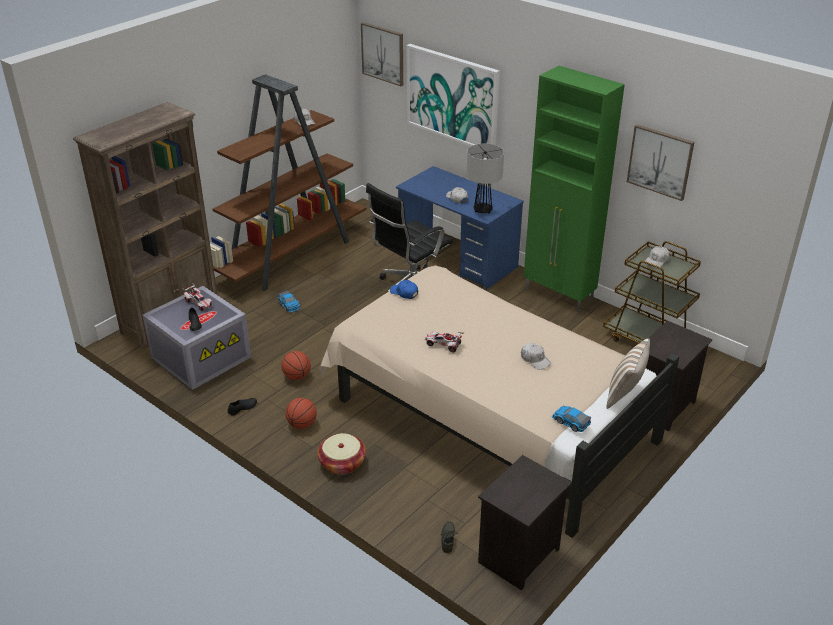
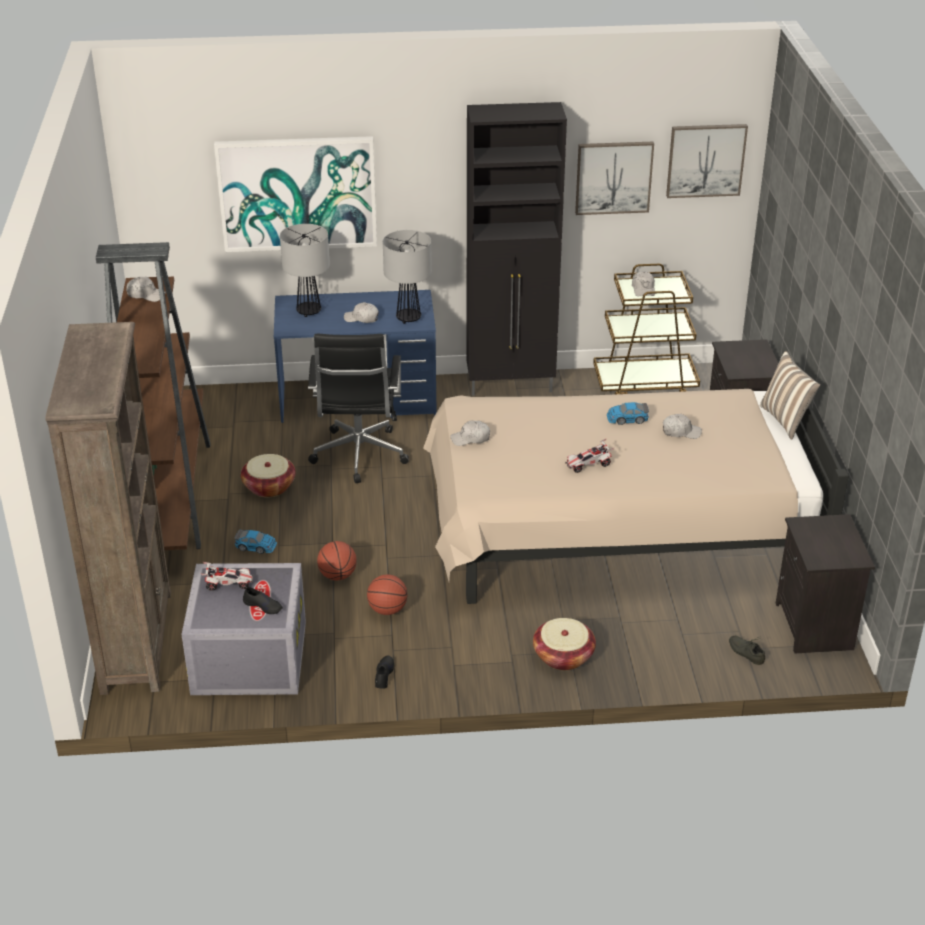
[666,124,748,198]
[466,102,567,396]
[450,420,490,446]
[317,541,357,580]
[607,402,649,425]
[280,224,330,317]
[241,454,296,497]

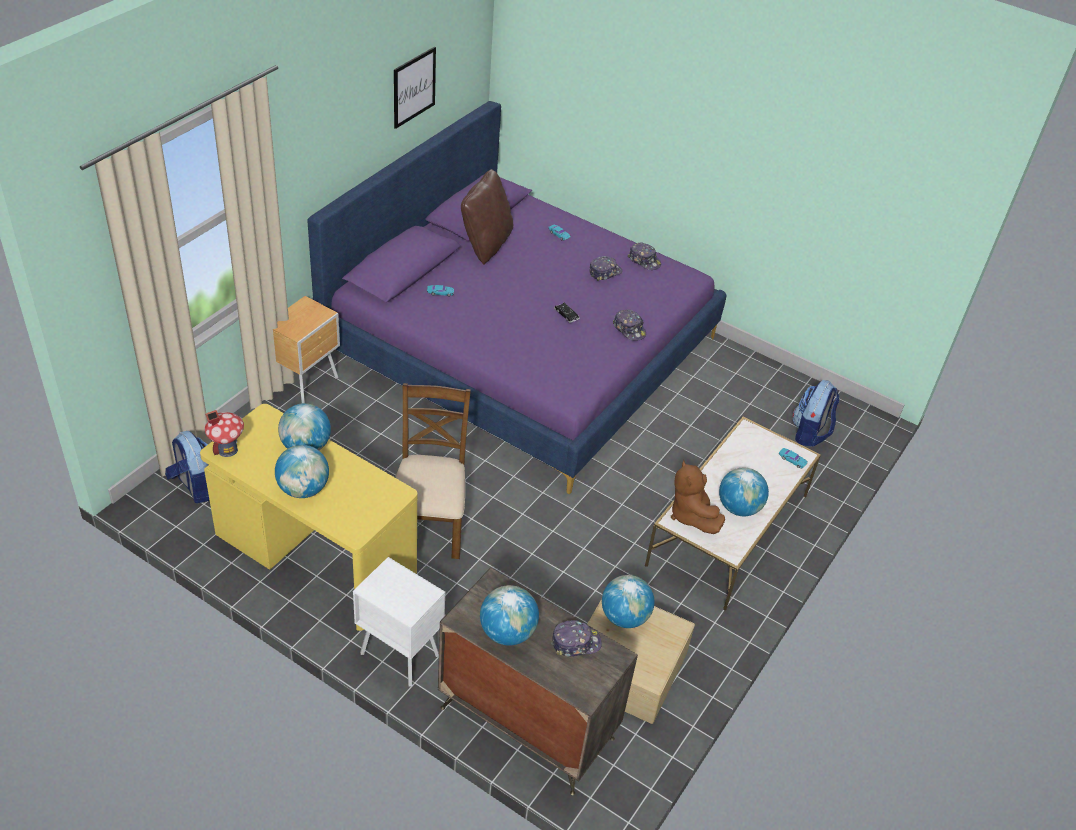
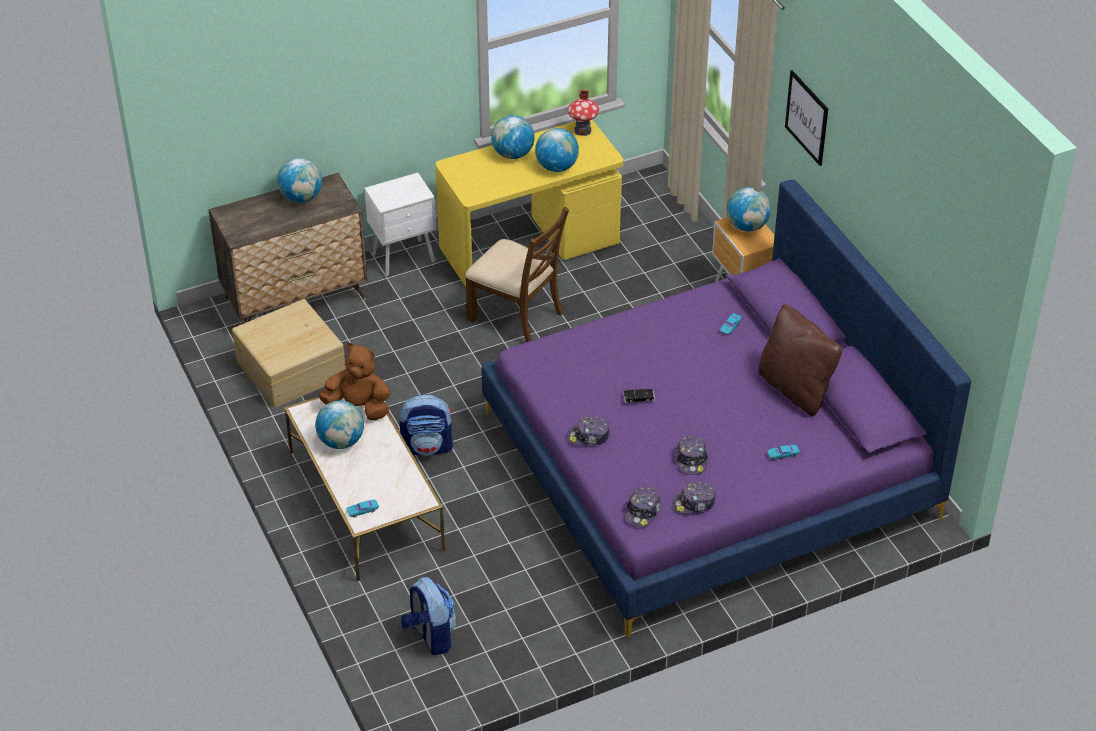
[785,70,828,166]
[400,394,453,456]
[727,187,771,231]
[626,487,661,527]

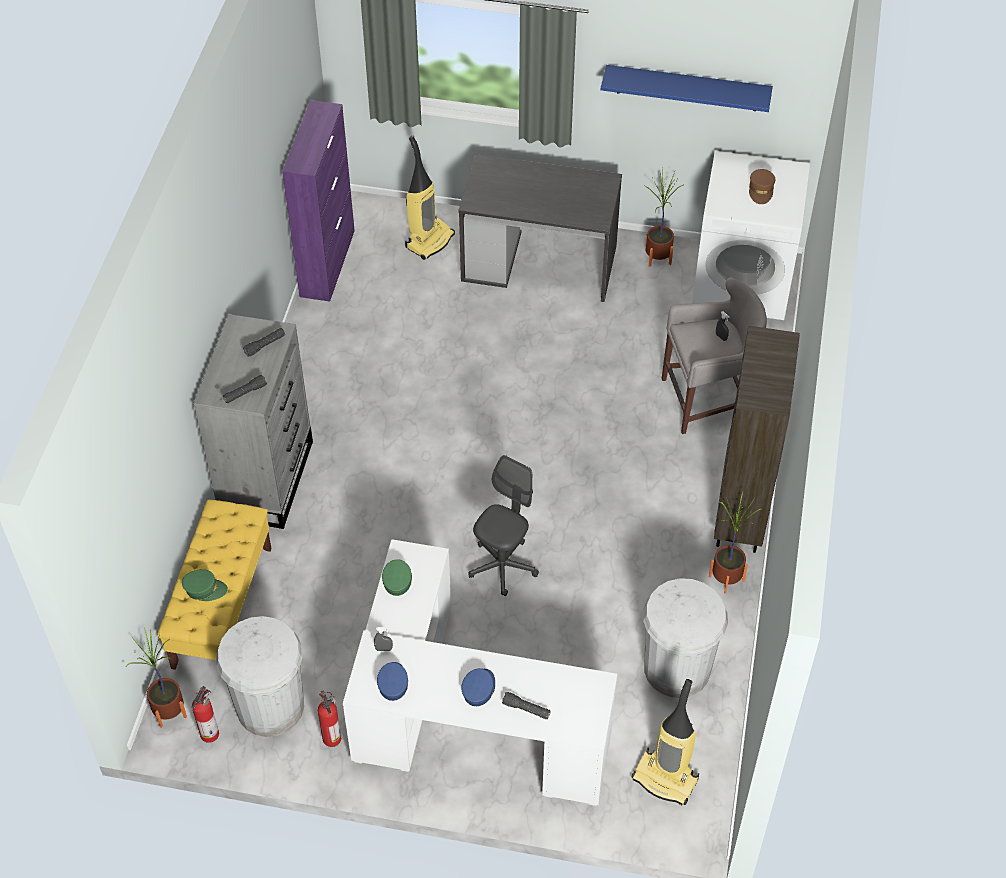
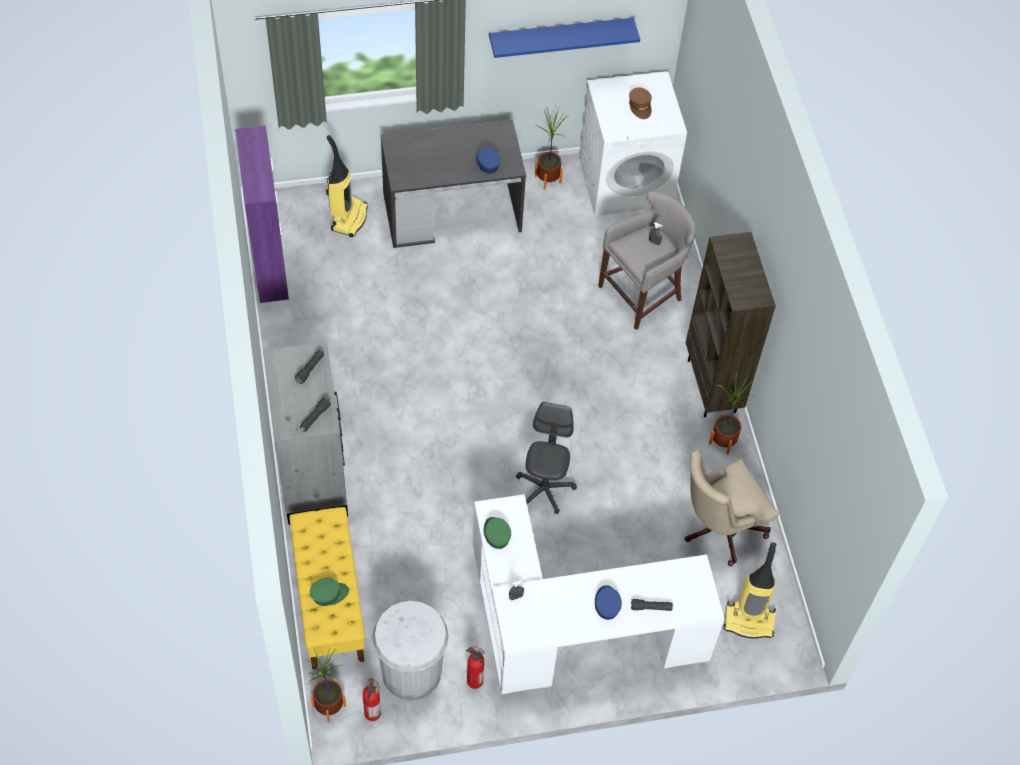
[685,450,779,566]
[476,147,500,173]

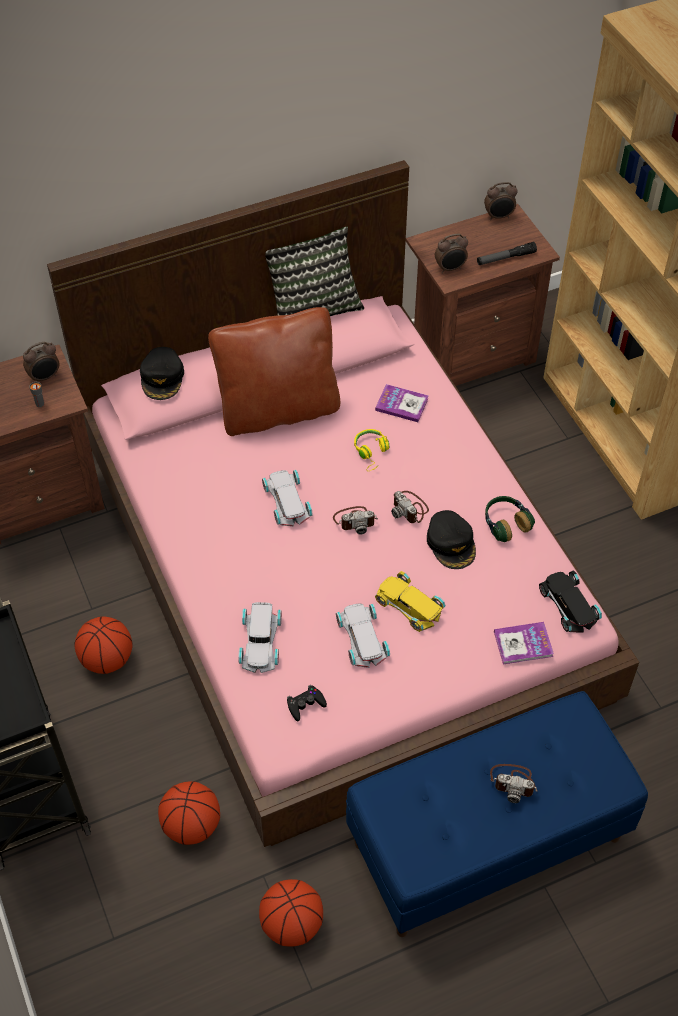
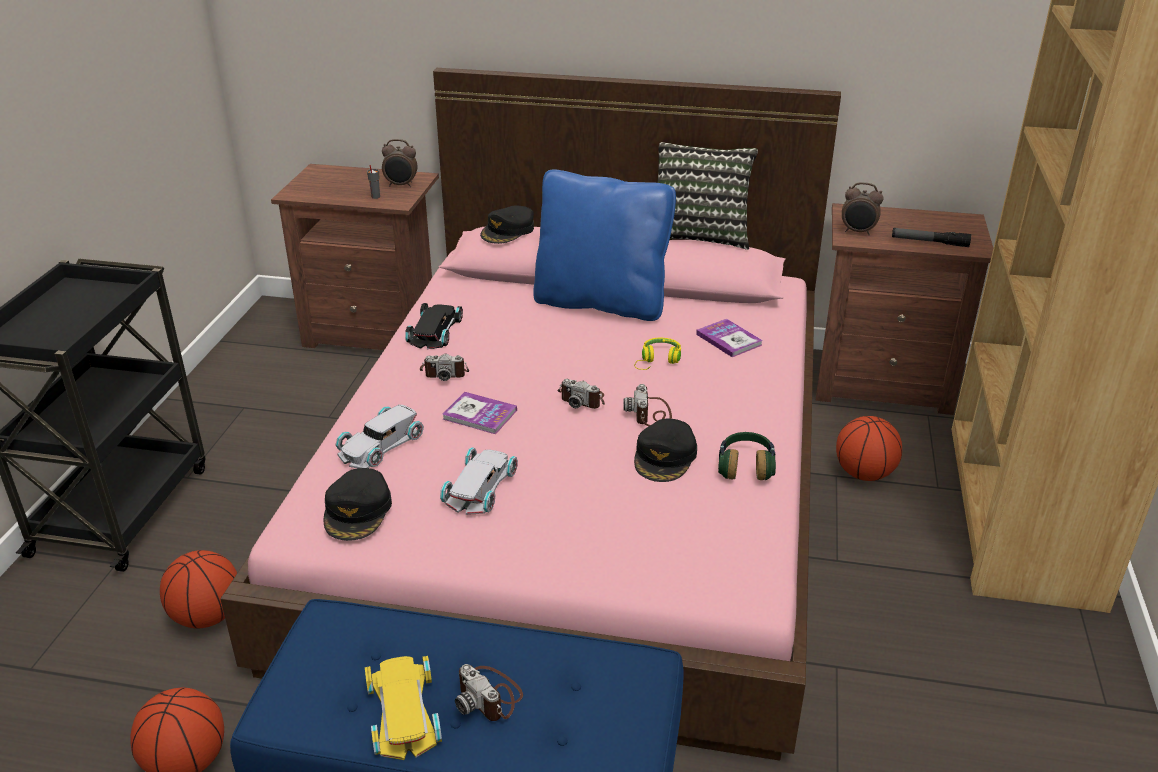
[484,182,518,220] (first image)
[533,170,676,321]
[262,470,313,527] (first image)
[405,303,463,349]
[365,656,442,760]
[836,416,902,481]
[442,392,517,434]
[323,468,392,541]
[420,354,469,381]

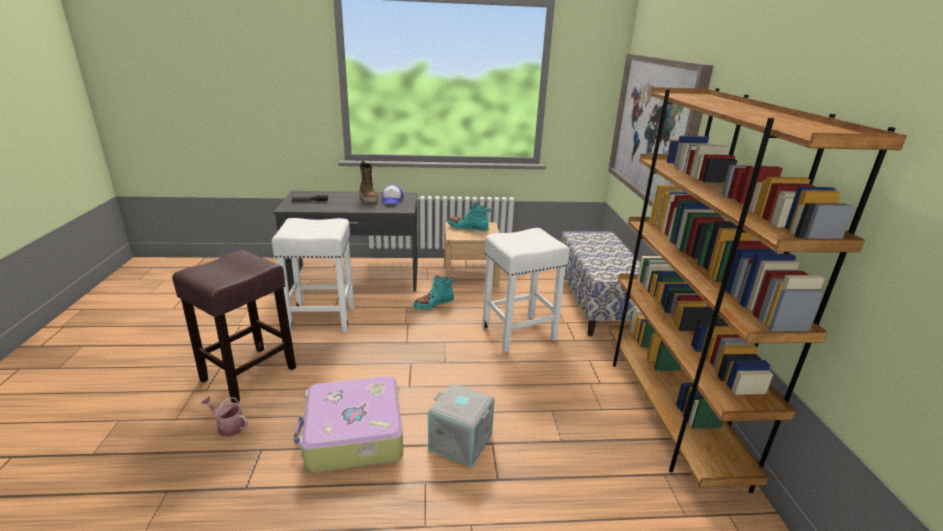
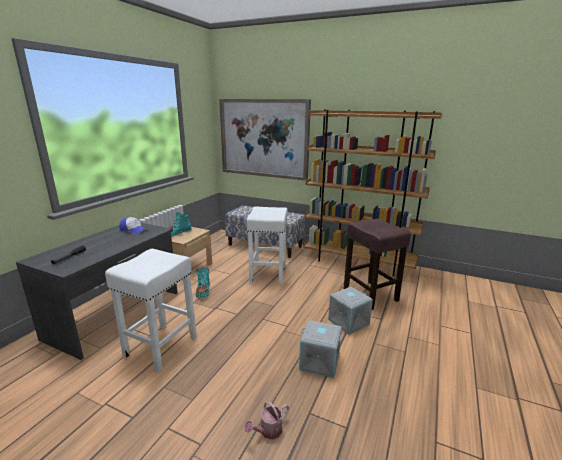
[359,161,378,203] (first image)
[344,219,411,310]
[299,320,342,378]

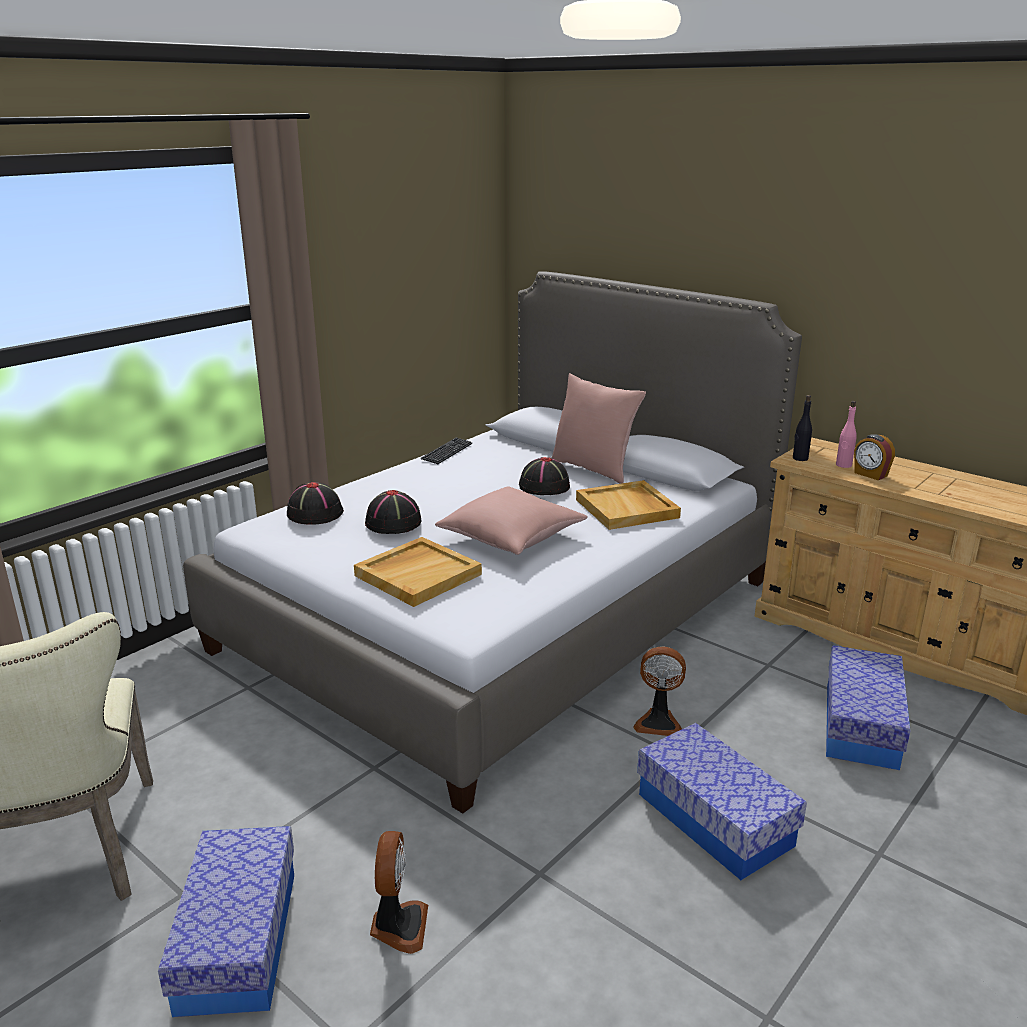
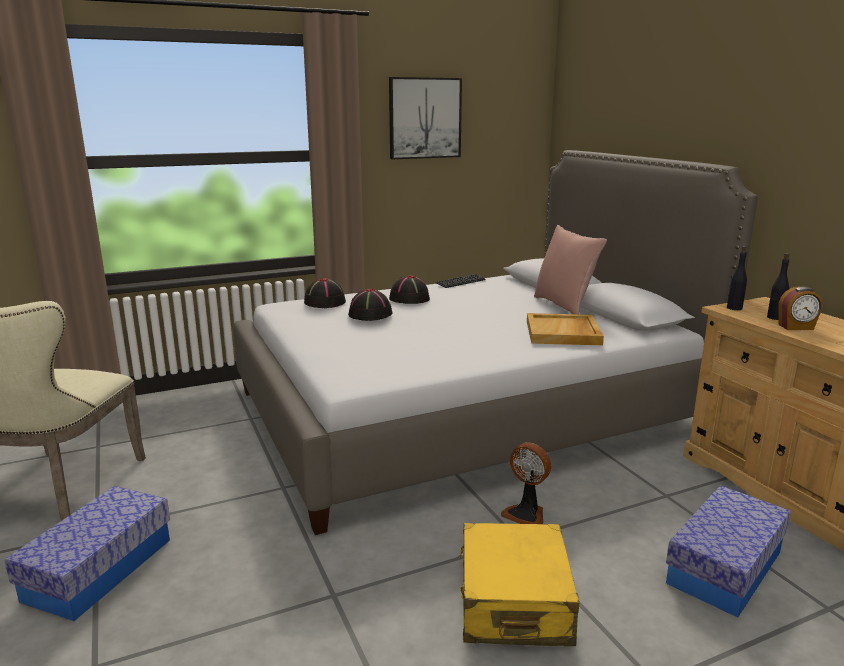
[767,253,790,320]
[779,286,823,330]
[389,275,430,304]
[435,486,588,555] (first image)
[354,537,482,607] (first image)
[458,523,579,646]
[370,831,428,954] (first image)
[389,77,462,159]

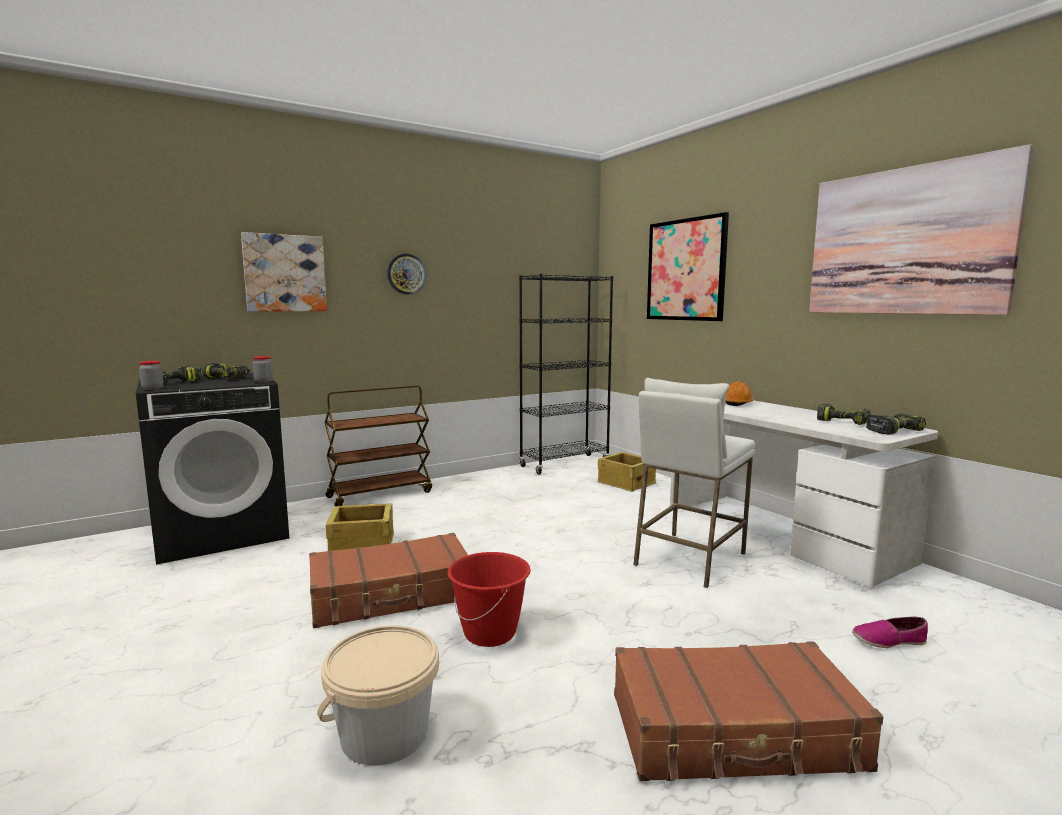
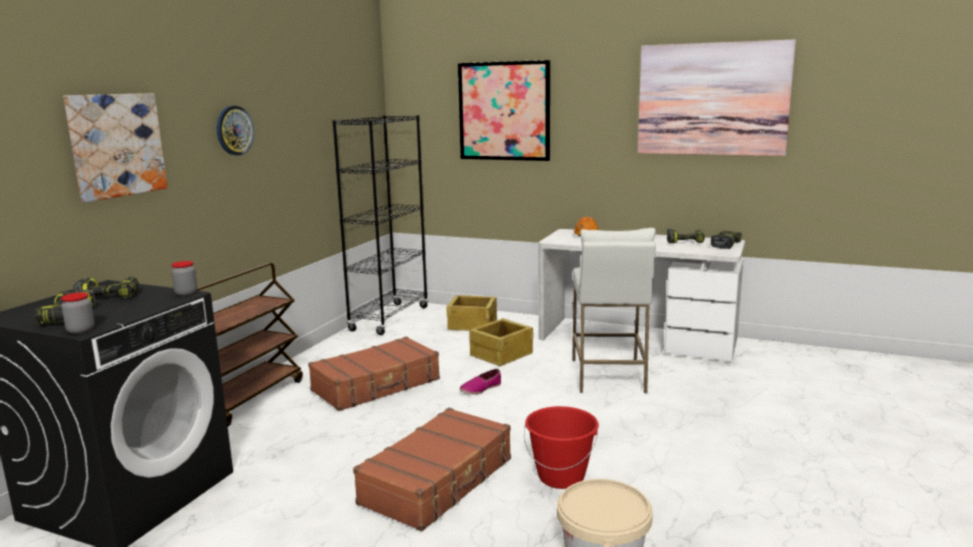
[469,318,533,366]
[460,369,501,394]
[308,336,440,411]

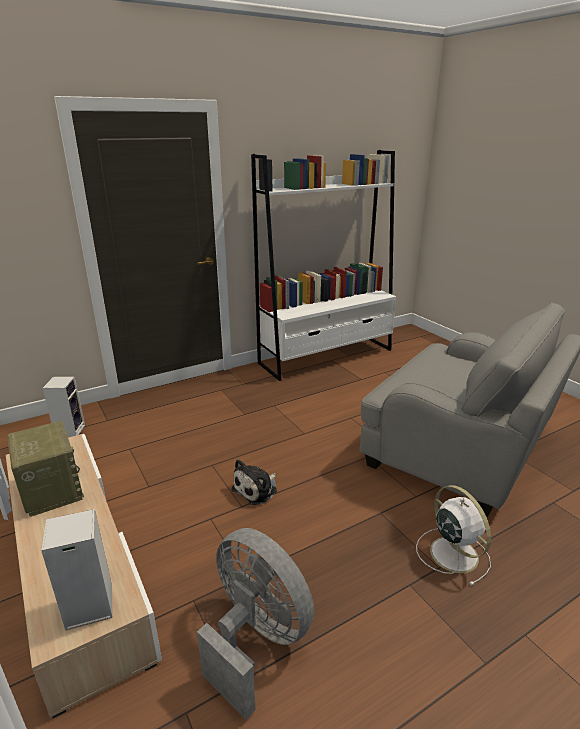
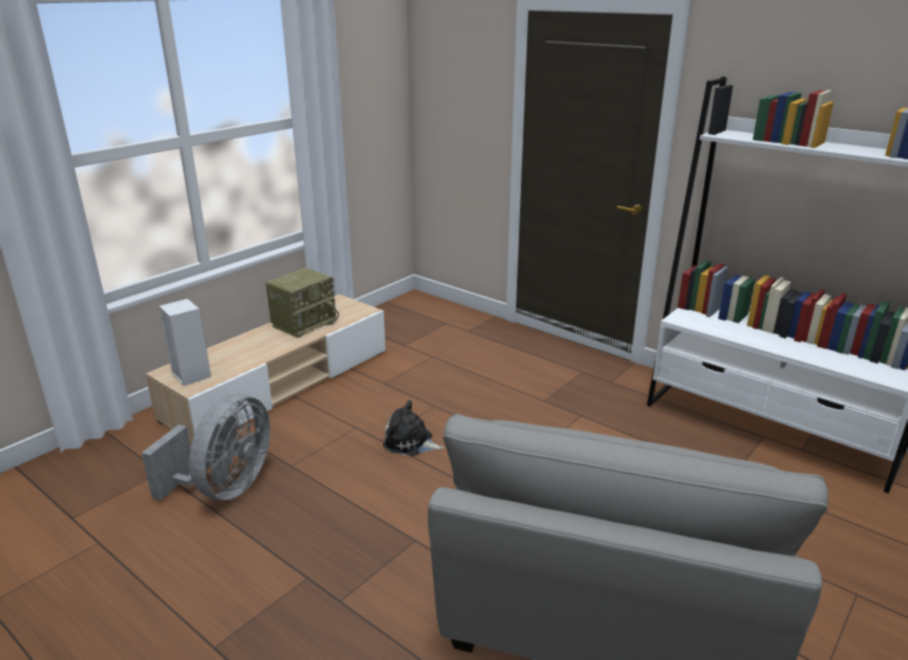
[43,377,85,438] (first image)
[416,485,491,586] (first image)

